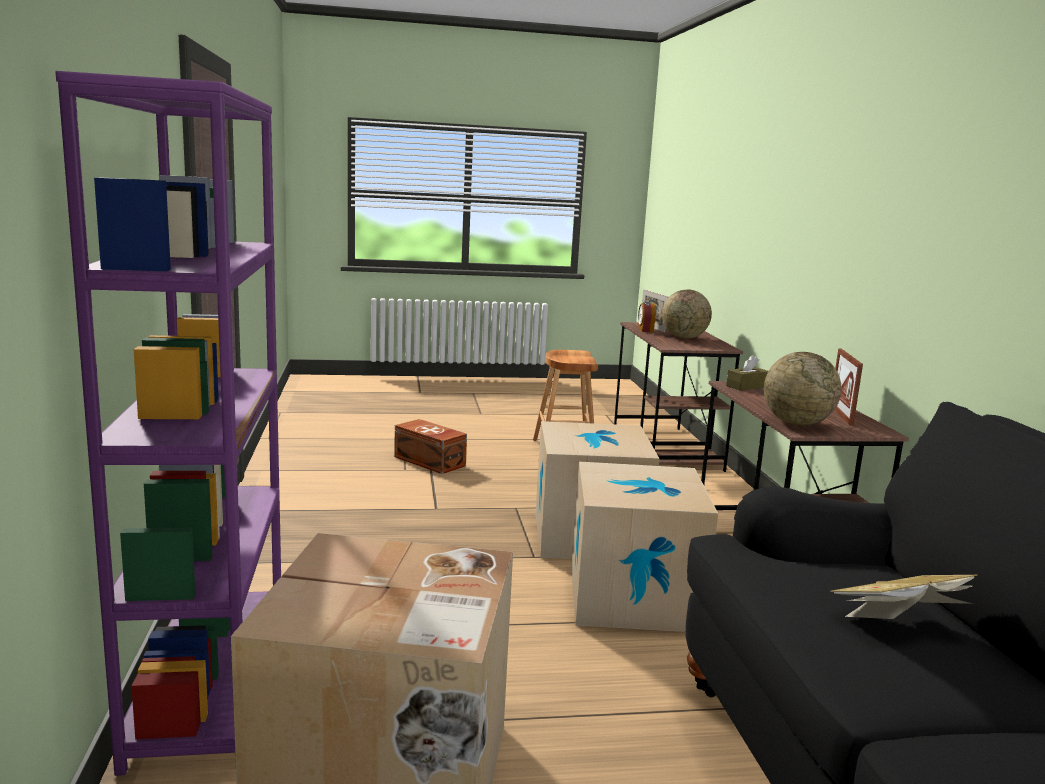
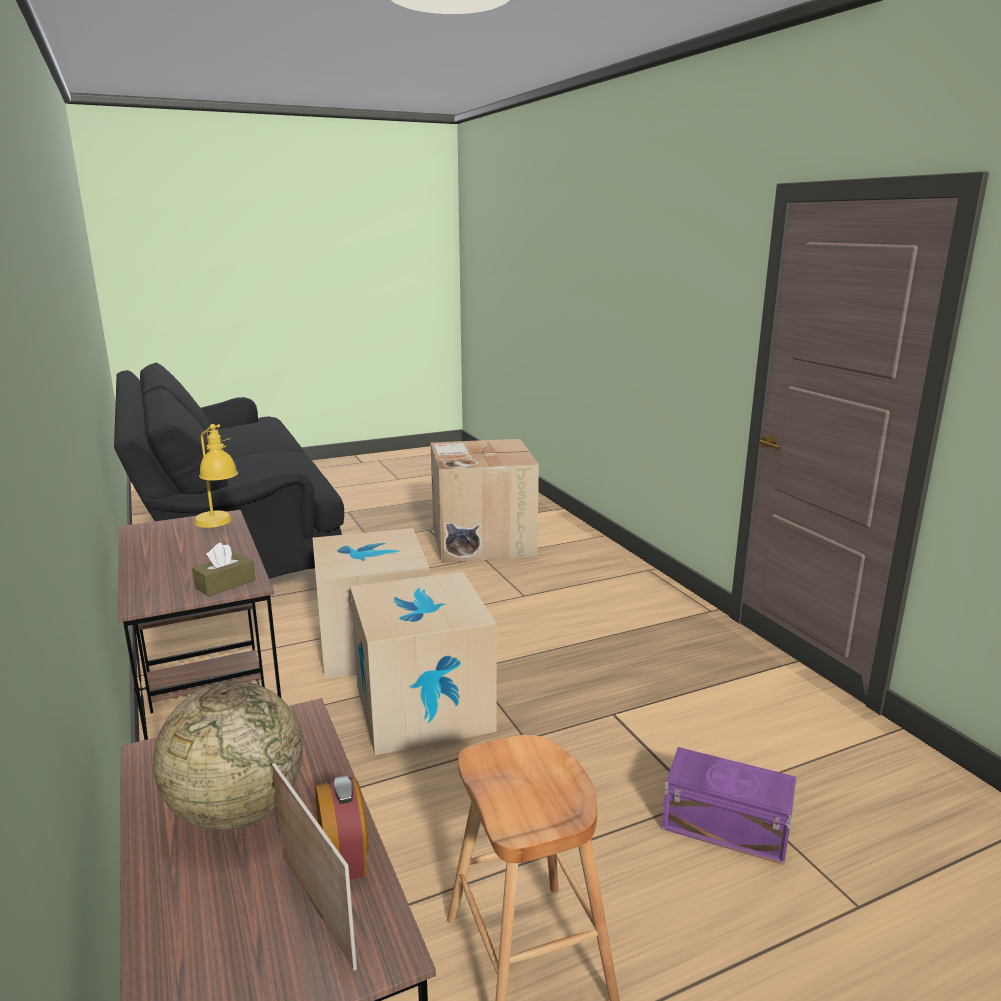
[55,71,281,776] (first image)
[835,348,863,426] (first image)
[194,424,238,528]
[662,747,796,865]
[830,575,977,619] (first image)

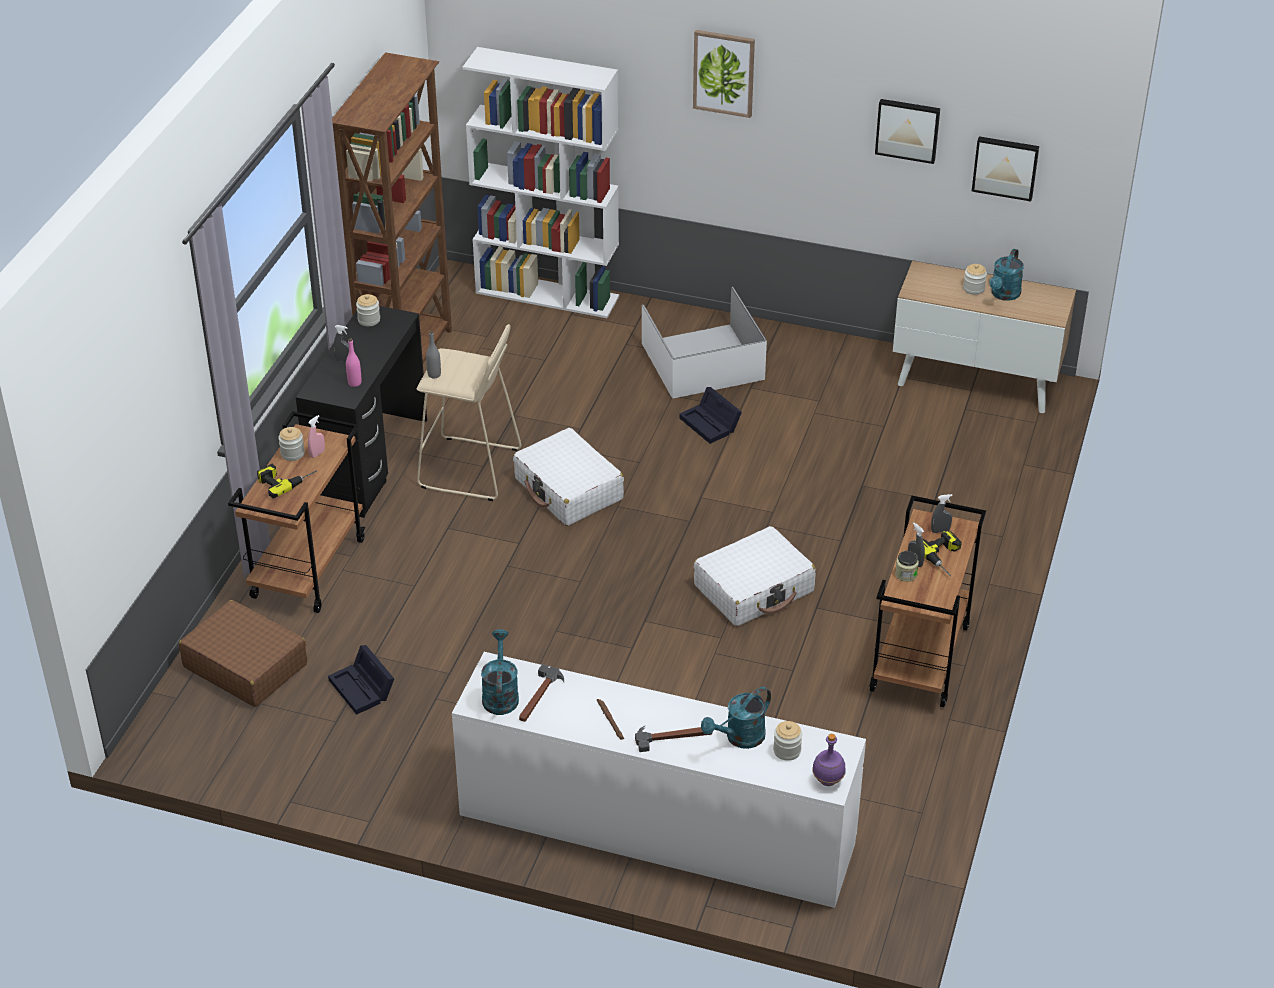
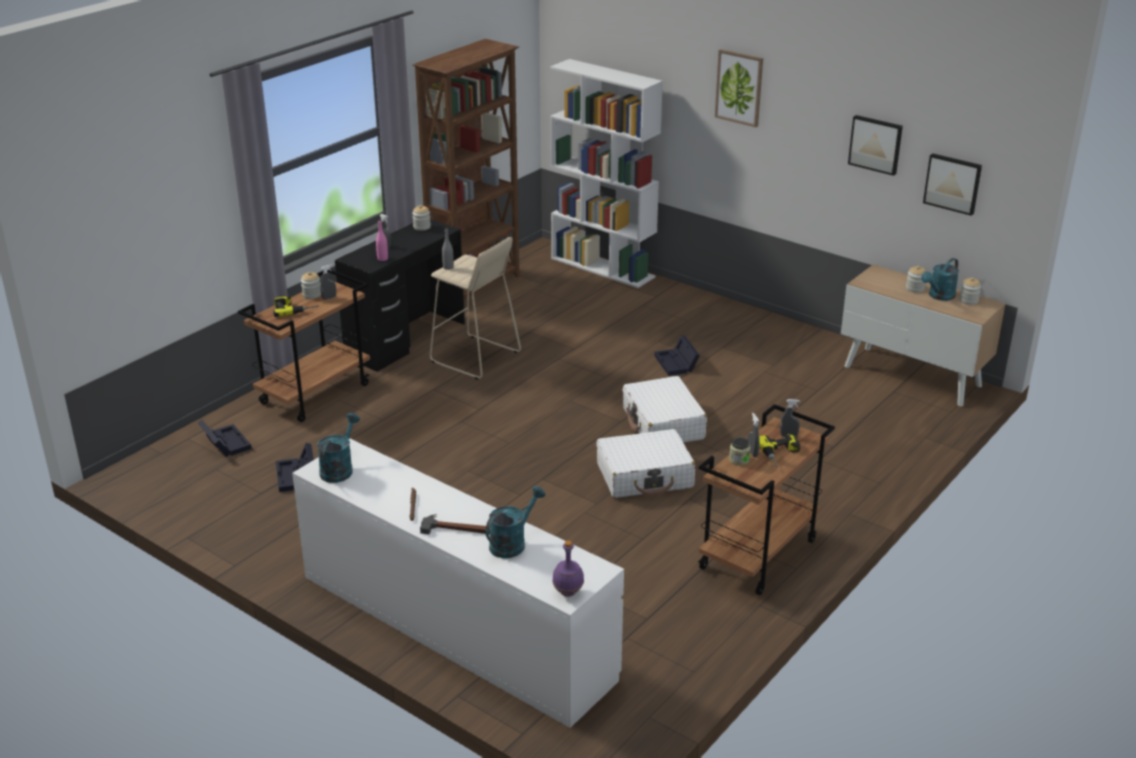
[642,287,767,398] (first image)
[320,264,336,300]
[623,376,707,443]
[198,420,252,457]
[519,664,564,722] (first image)
[485,486,546,558]
[959,277,981,305]

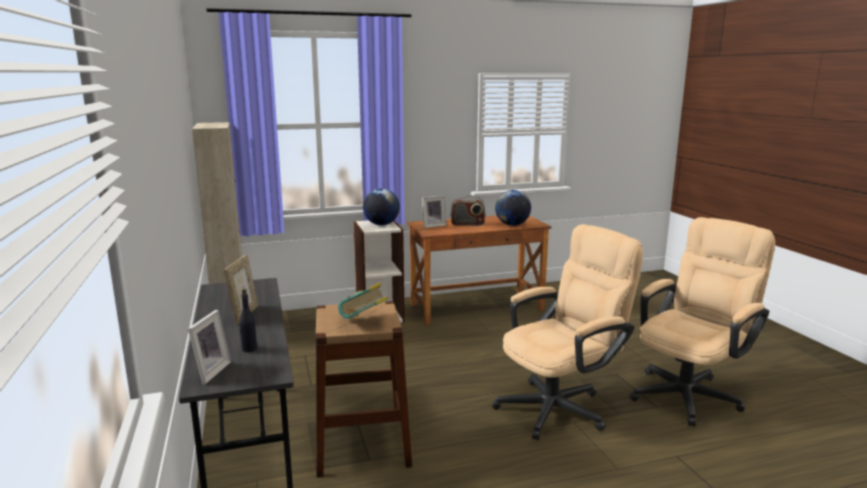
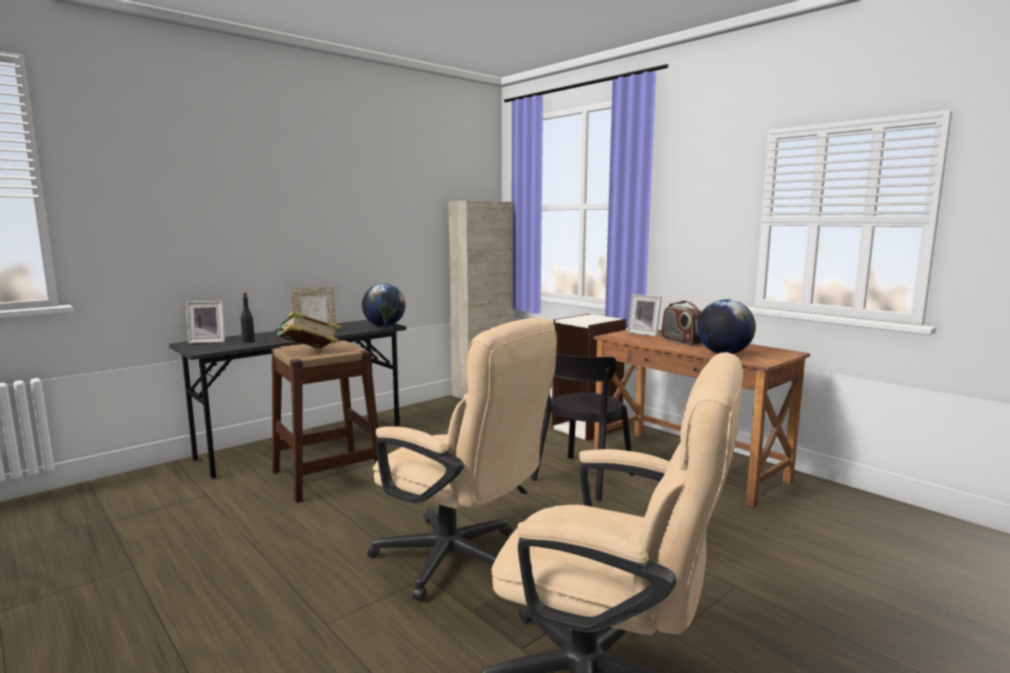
[362,283,405,327]
[531,354,634,501]

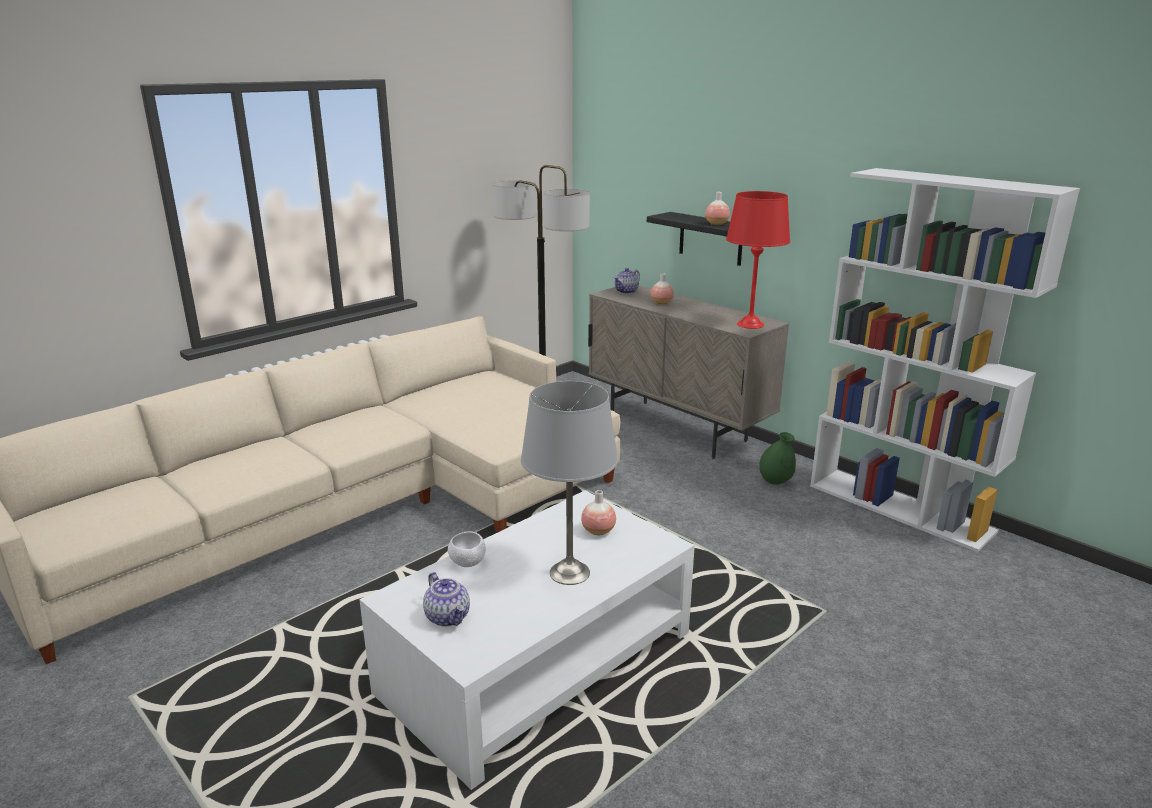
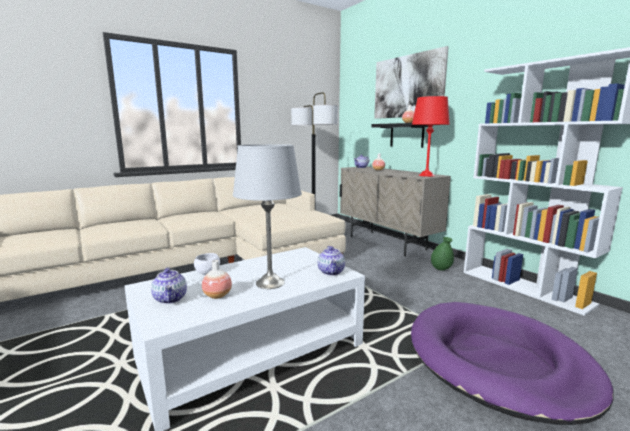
[202,260,232,299]
[374,46,449,119]
[318,246,345,276]
[411,302,613,425]

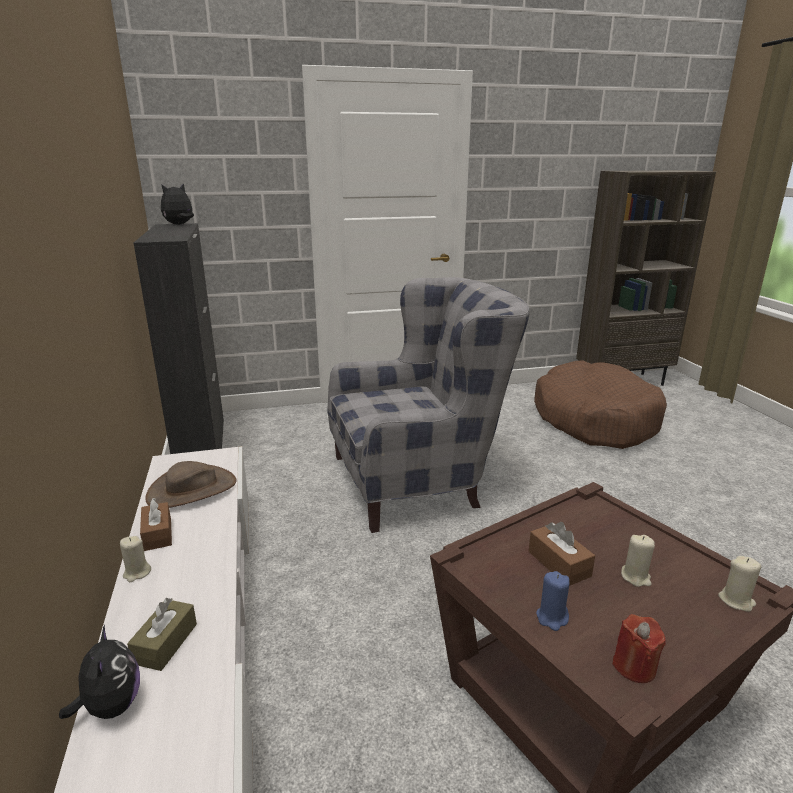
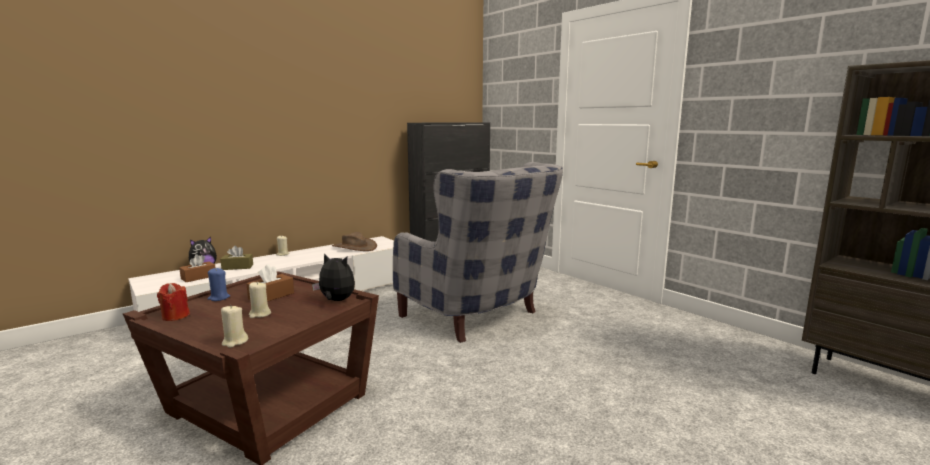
[312,253,355,301]
[534,361,667,449] (first image)
[179,254,215,282]

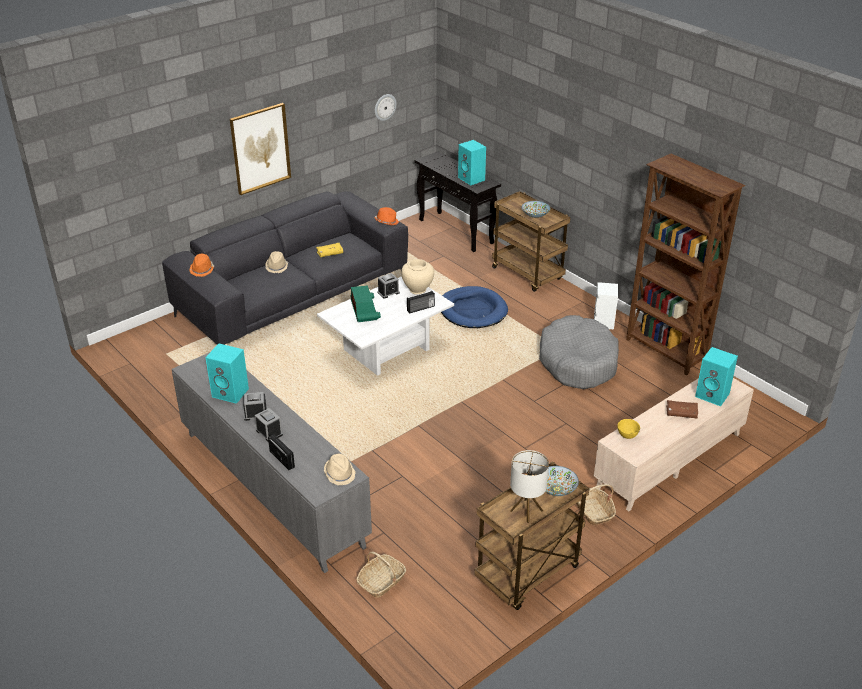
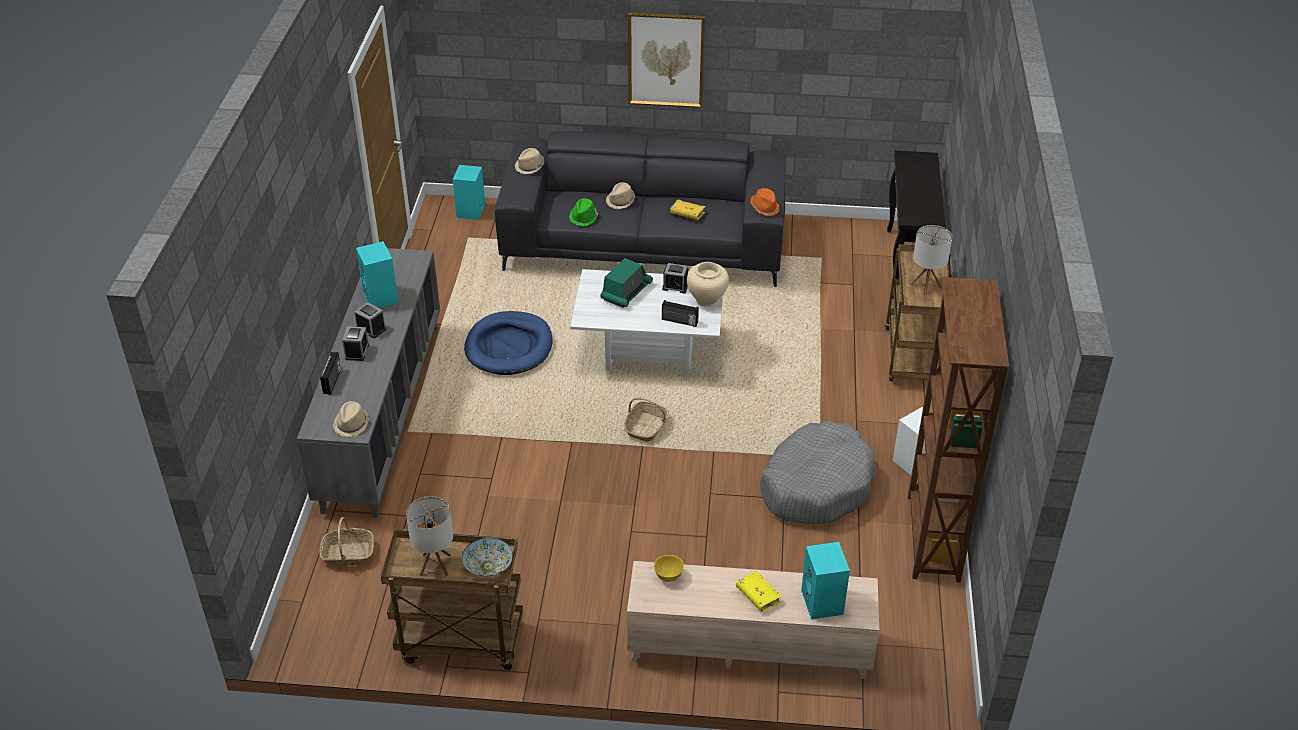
[375,94,397,121] (first image)
[453,165,485,220]
[910,225,952,295]
[515,148,544,174]
[464,311,553,375]
[736,571,782,612]
[624,397,669,442]
[569,198,598,226]

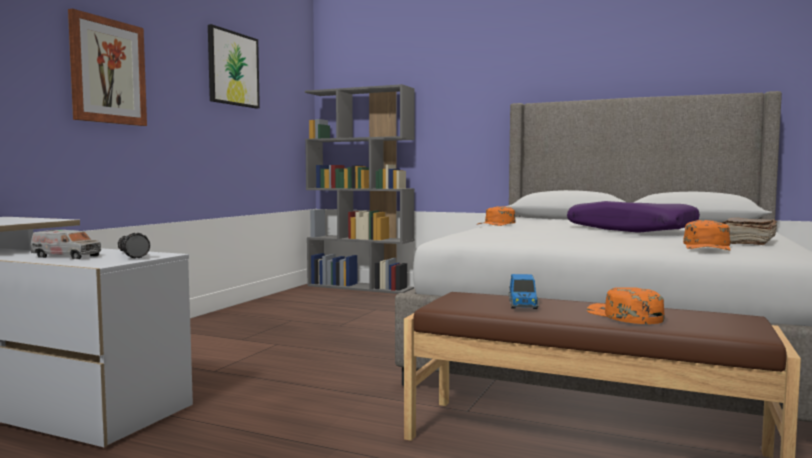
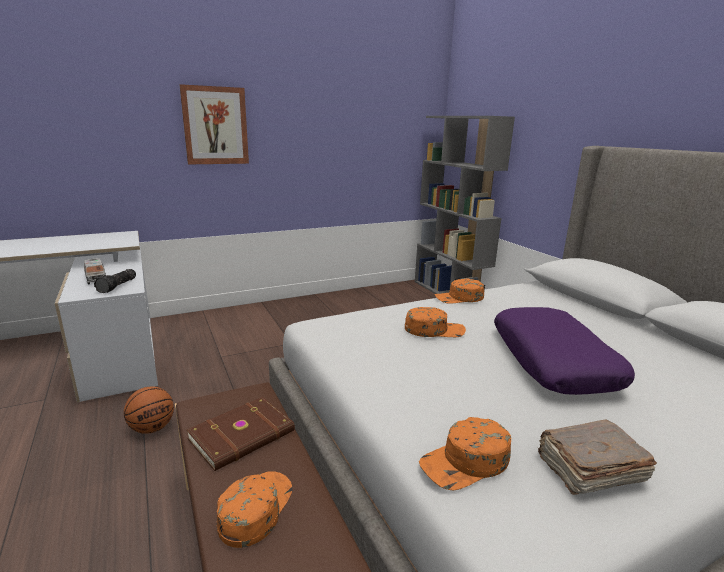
[208,24,260,108] (first image)
[187,397,295,471]
[405,307,466,337]
[124,386,174,434]

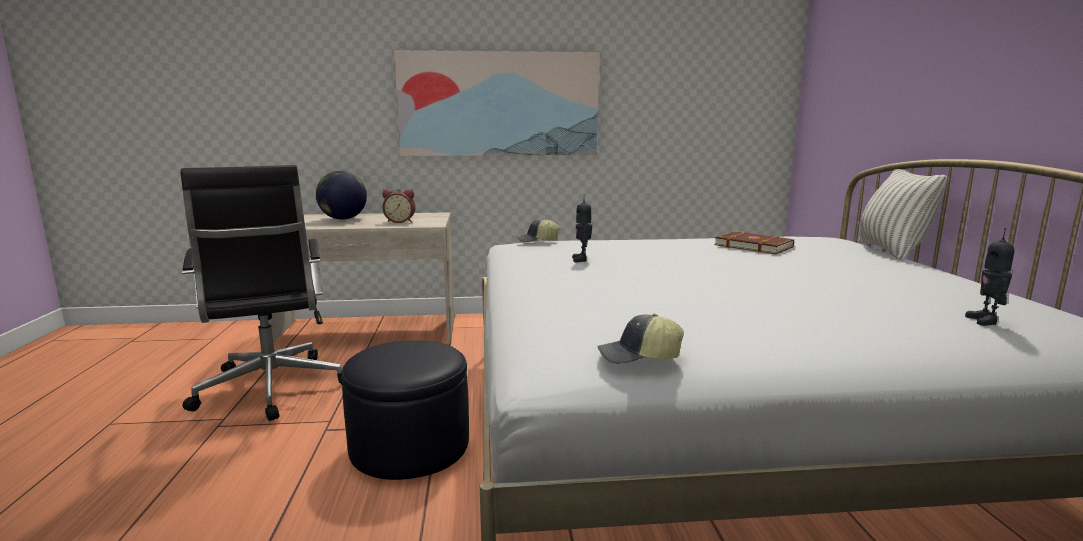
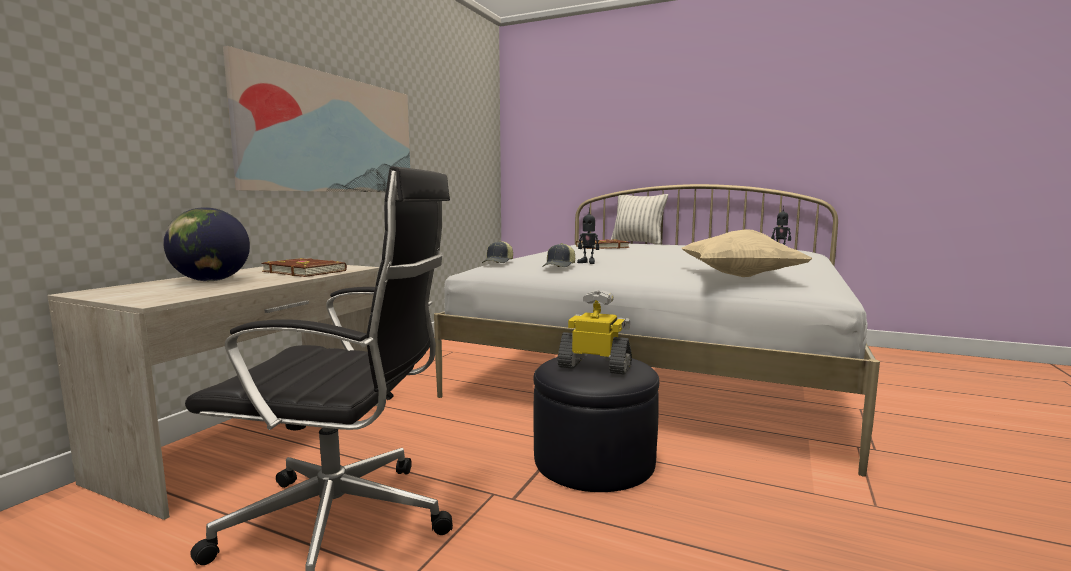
[261,258,347,277]
[542,243,575,267]
[682,229,812,277]
[557,290,632,375]

